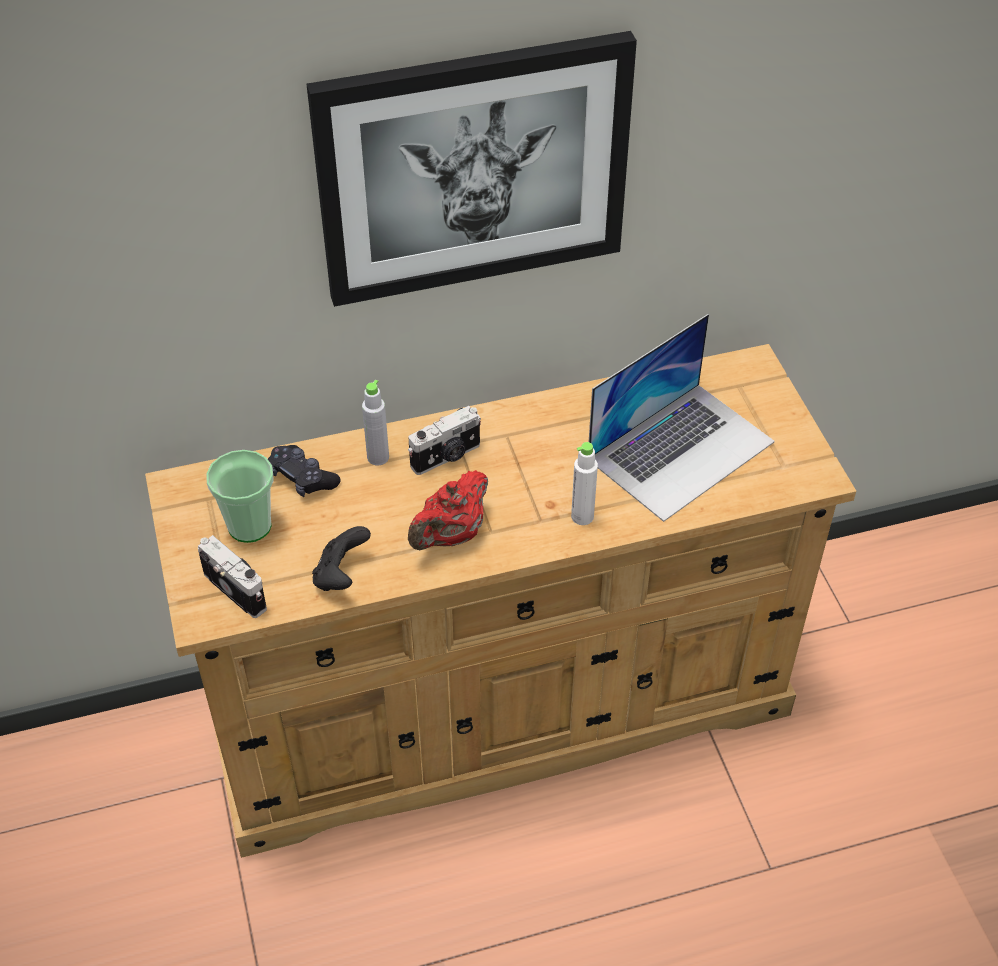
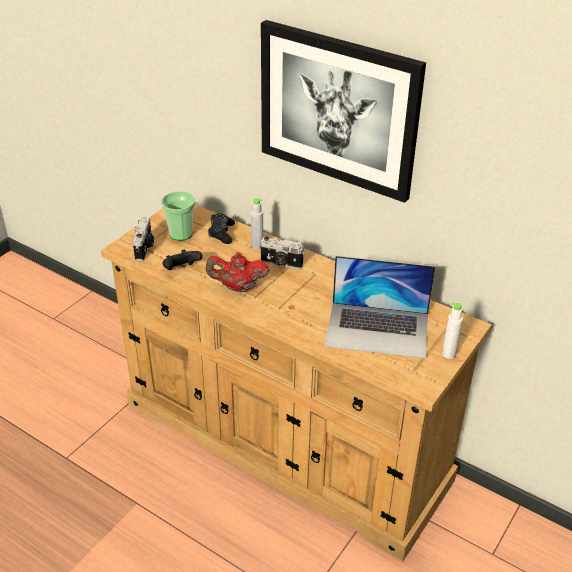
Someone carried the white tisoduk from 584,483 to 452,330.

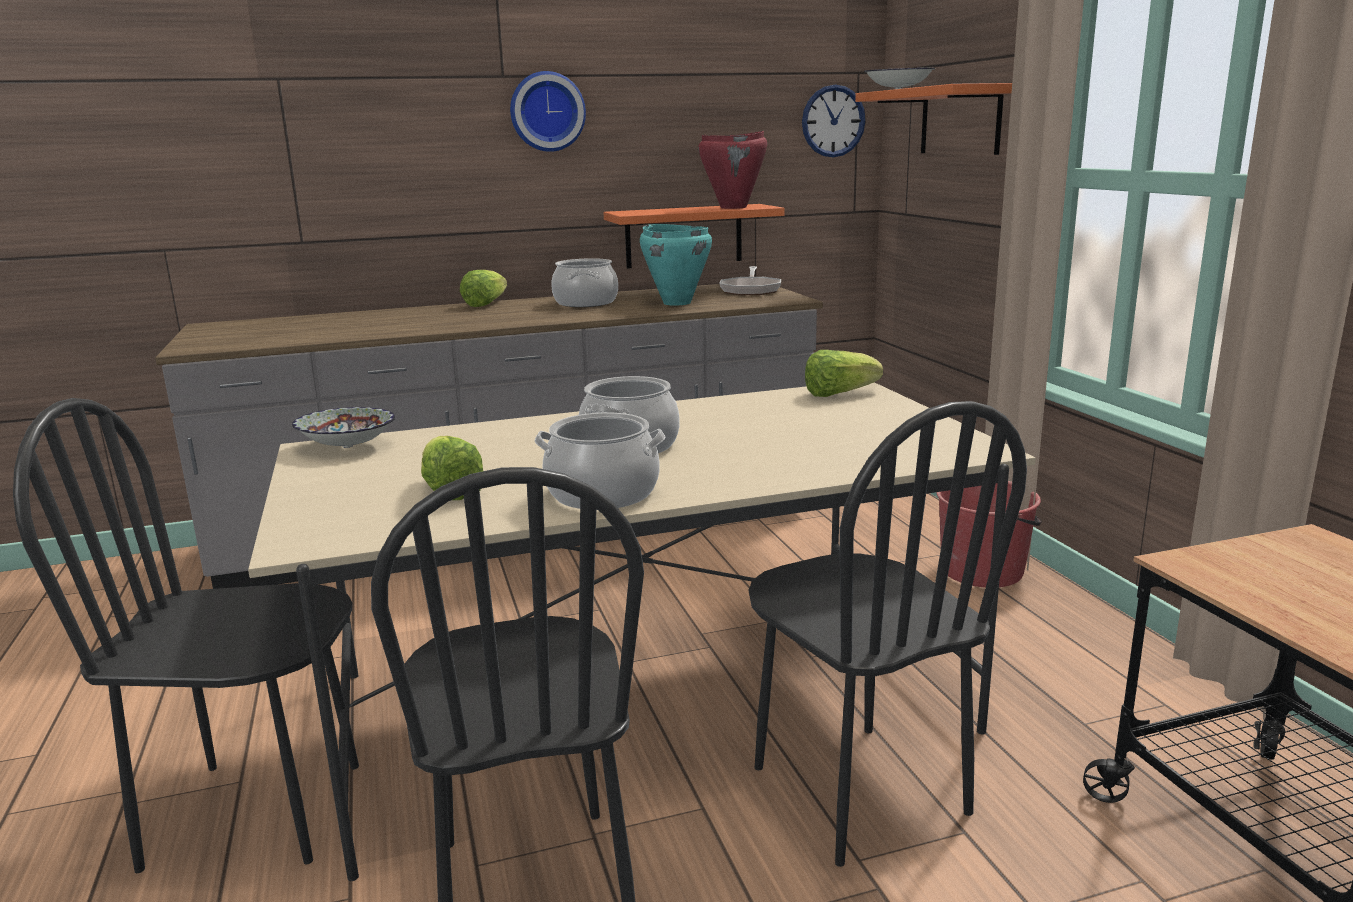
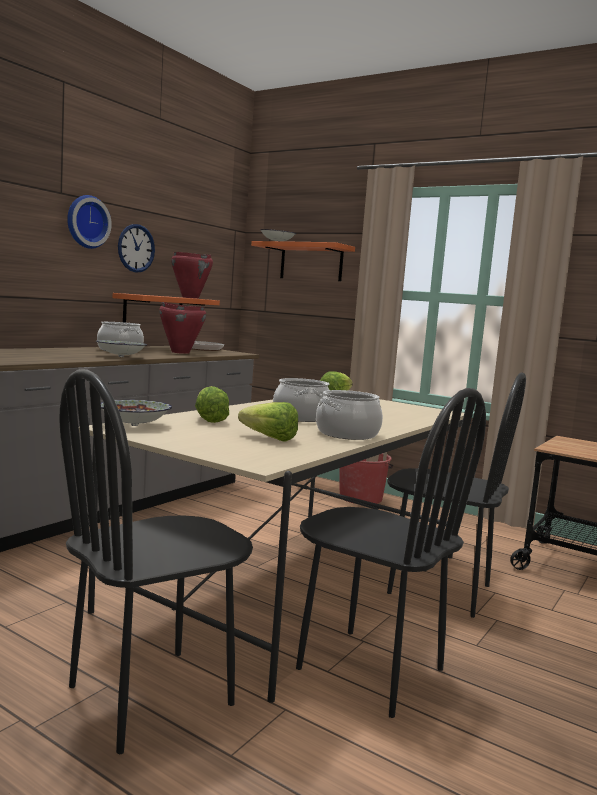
Someone put down the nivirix at 121,348.
Someone carried the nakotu from 483,288 to 212,404.
Someone carried the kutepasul from 834,121 to 136,248.
Someone repainted the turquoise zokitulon at 676,265, which became the red zokitulon at 182,328.

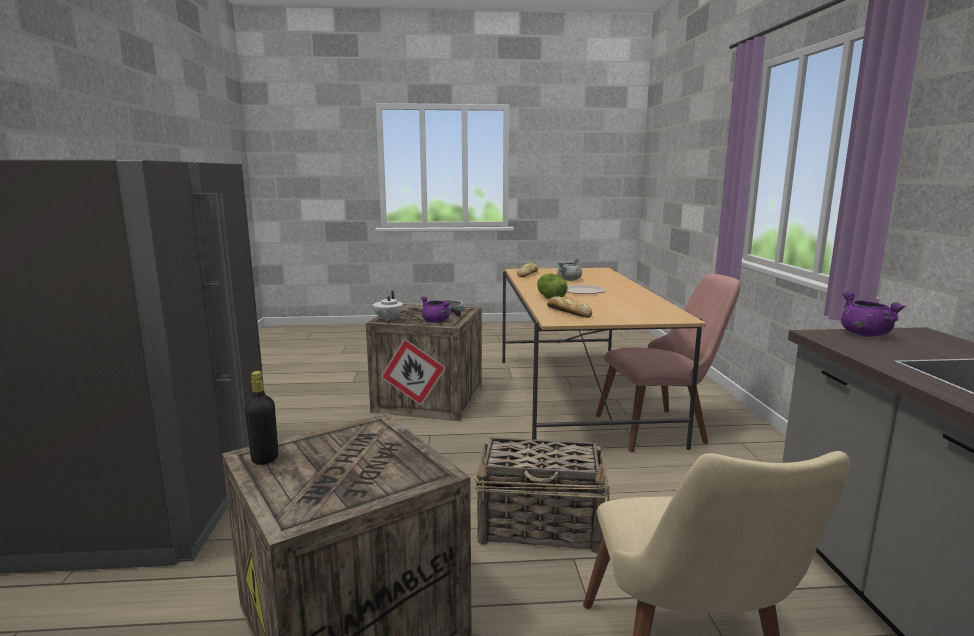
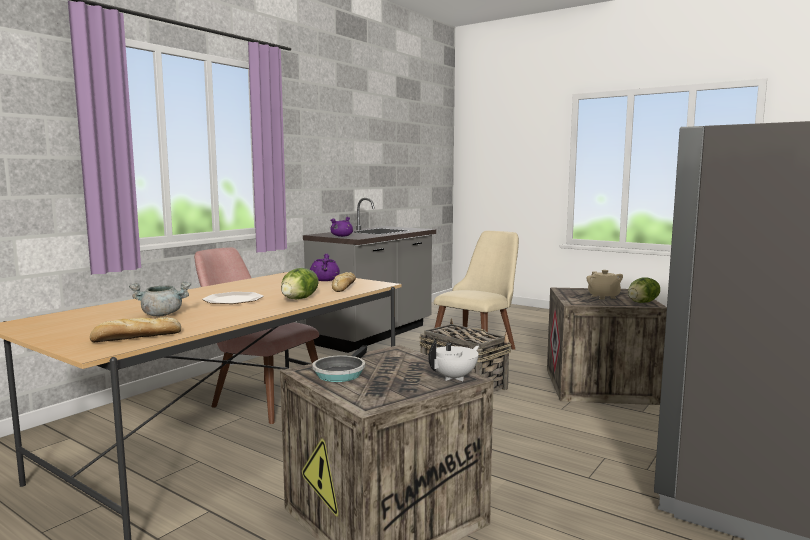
Someone put down the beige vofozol at 604,284.
Someone carried the purple zokitulon from 435,309 to 325,267.
Someone swapped the black tisoduk at 261,418 for the nakotu at 644,290.

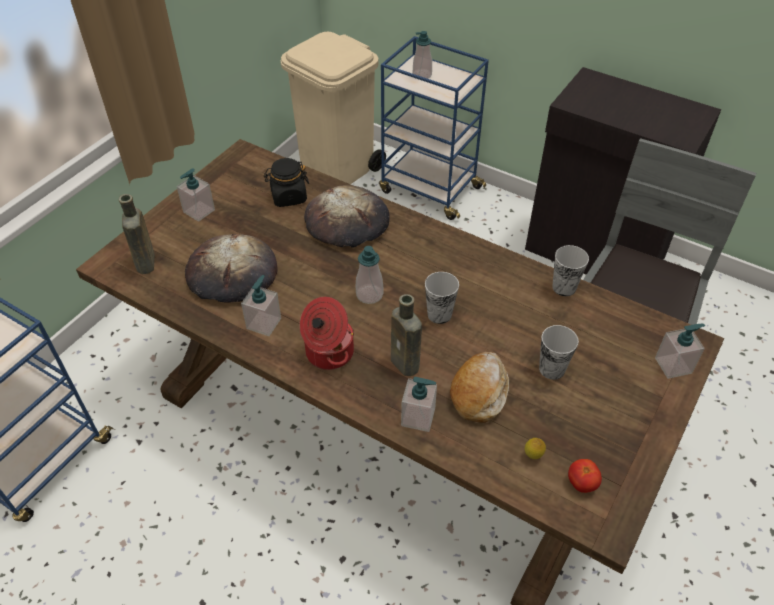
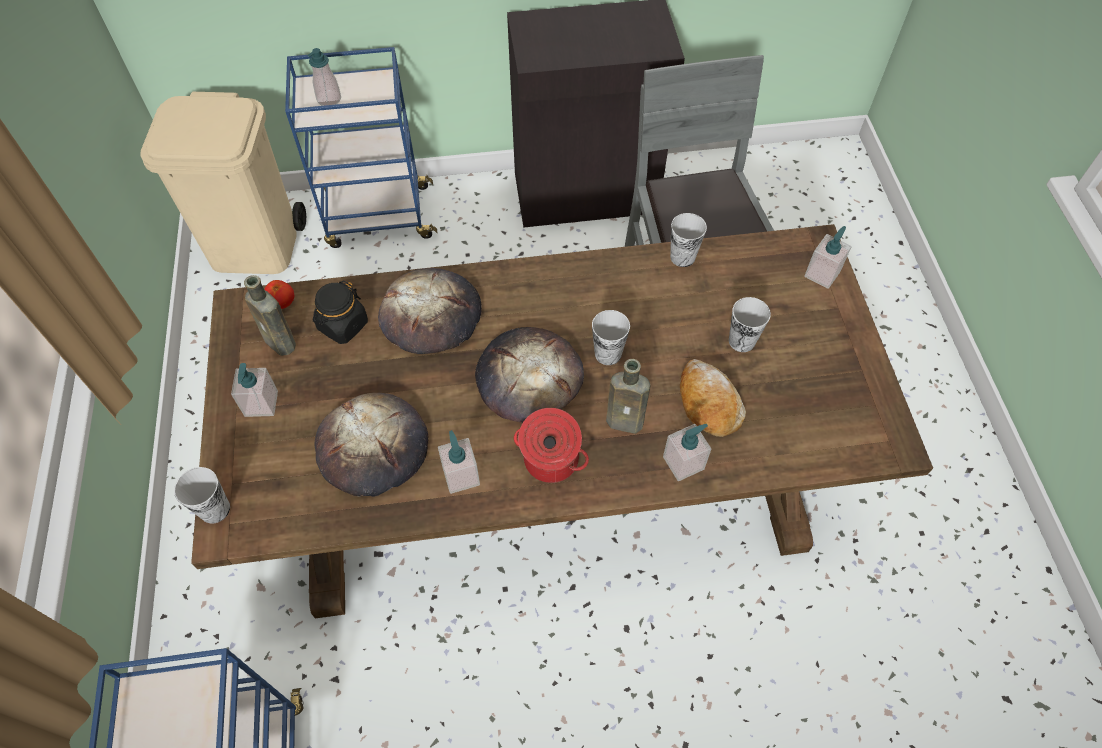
Someone took away the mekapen at 535,448.
Someone put down the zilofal at 202,495.
Someone carried the brown tisoduk from 137,234 to 270,315.
Someone carried the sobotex from 585,476 to 279,294.
Someone swapped the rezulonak at 369,275 for the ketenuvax at 529,375.

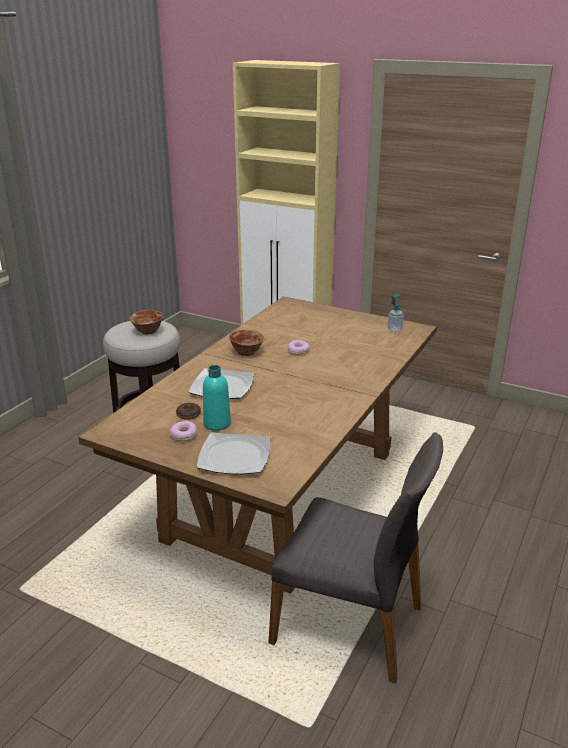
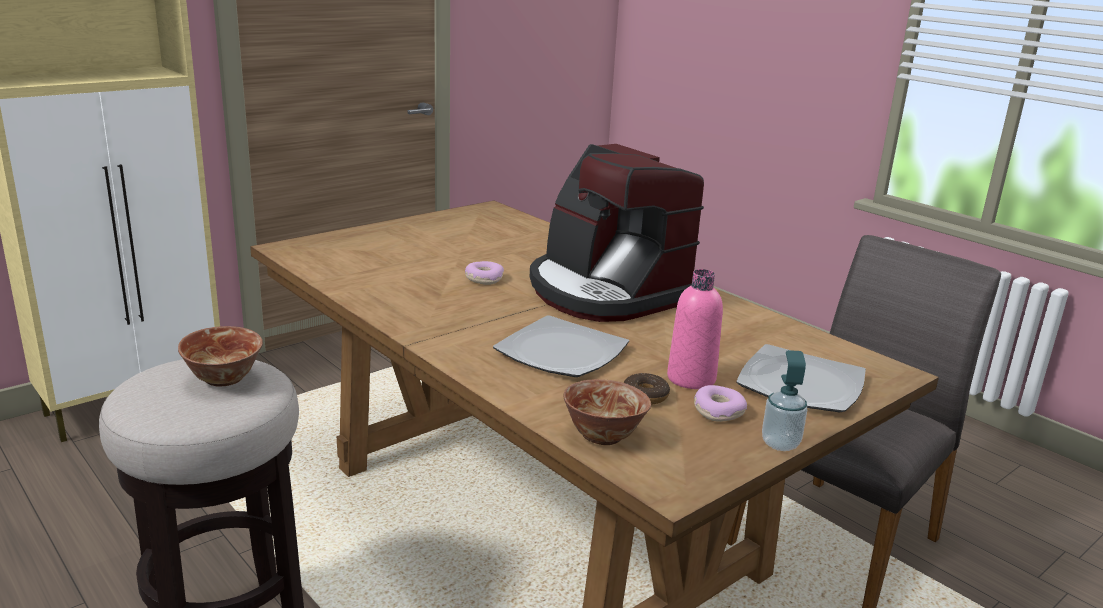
Someone put down the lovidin at 617,233.
Someone carried the nivirix from 246,343 to 607,412.
Someone carried the rezulonak from 396,312 to 784,400.
Someone repainted the turquoise tisoduk at 217,398, which became the pink tisoduk at 695,329.

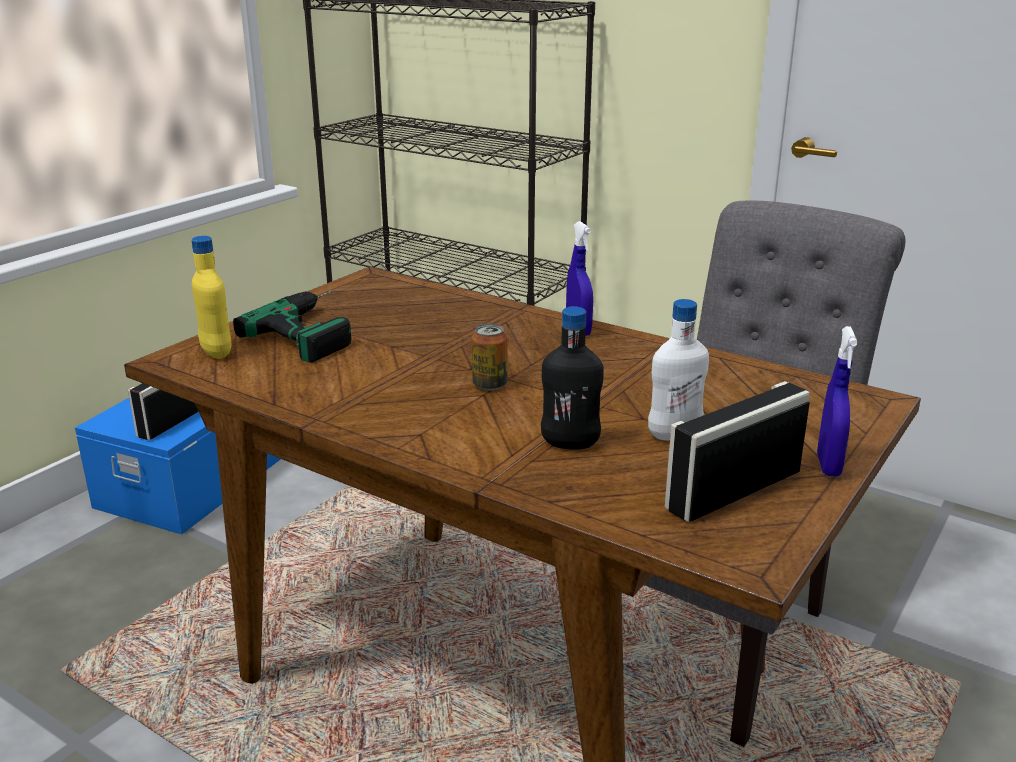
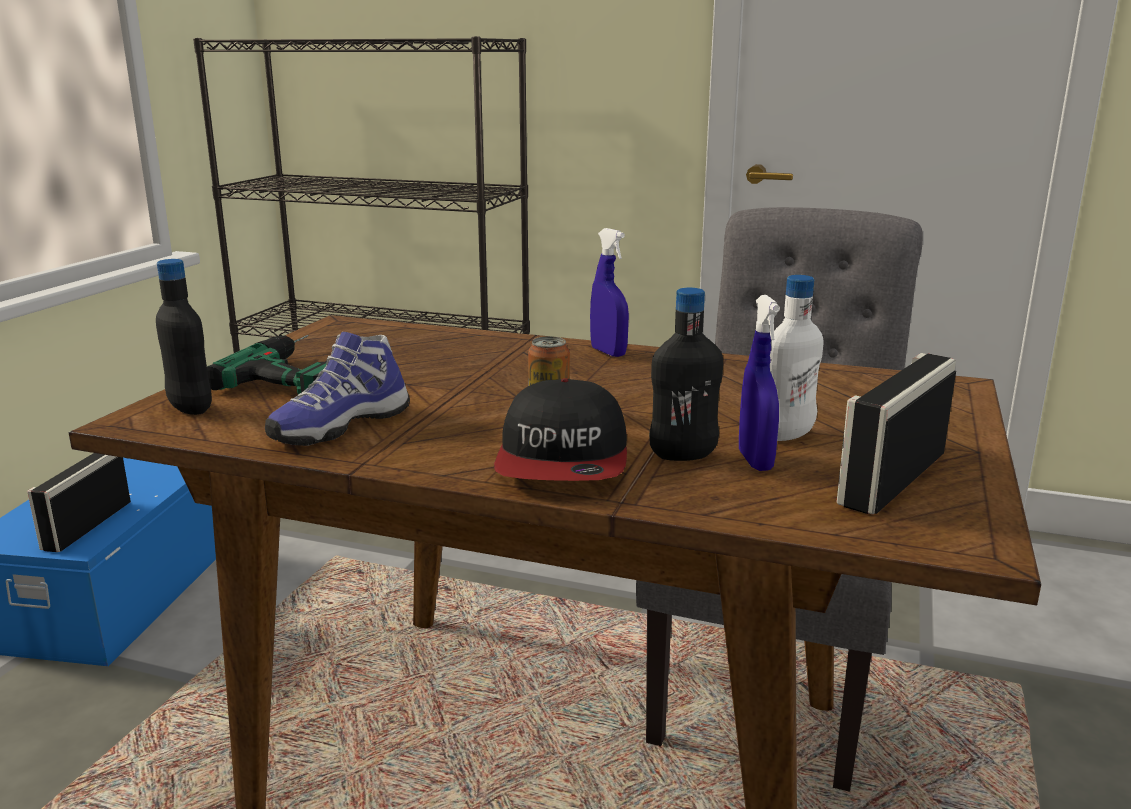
Someone put down the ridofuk at 337,389.
Someone put down the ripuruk at 560,429.
Someone carried the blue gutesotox from 837,401 to 759,383.
Someone repainted the yellow tisoduk at 211,297, which became the black tisoduk at 184,337.

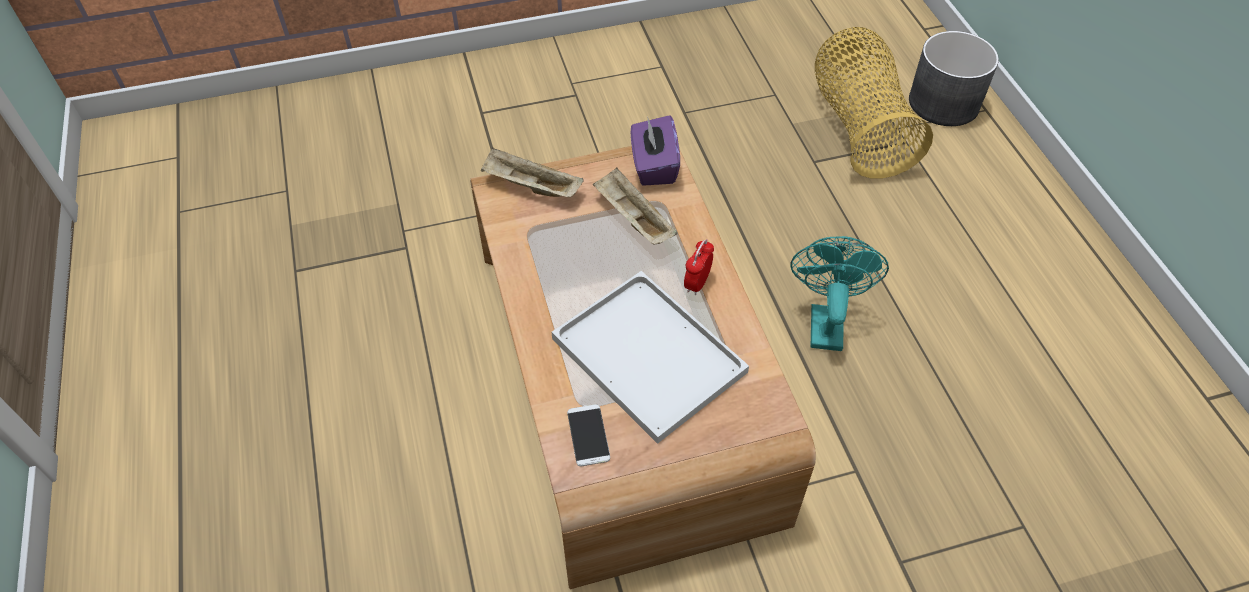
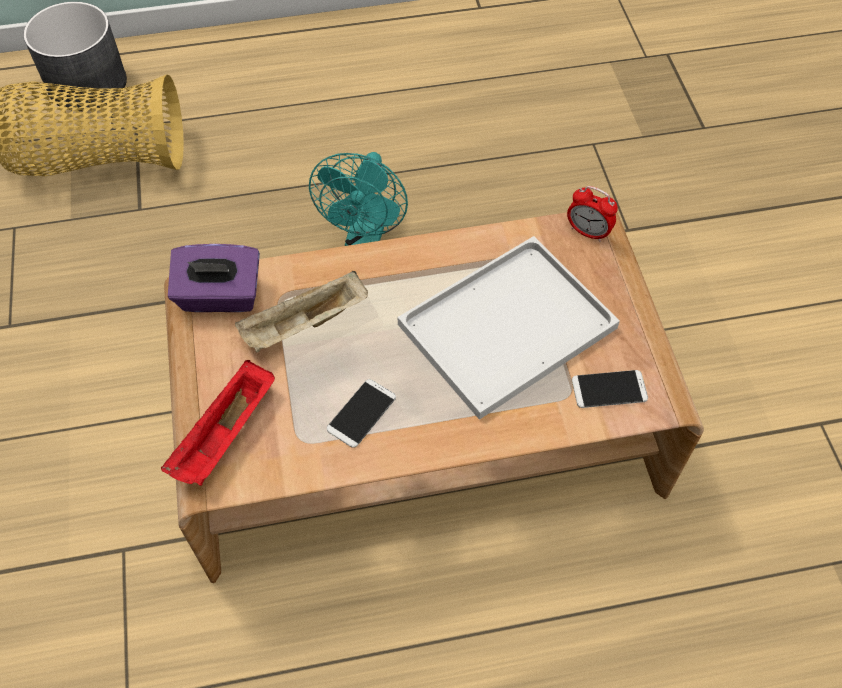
Someone put down the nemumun at 361,413.
Someone carried the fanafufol from 699,267 to 592,214.
Someone repainted the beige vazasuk at 532,172, which became the red vazasuk at 218,423.
Someone rotated the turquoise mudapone at 839,293 by 90 degrees counterclockwise.

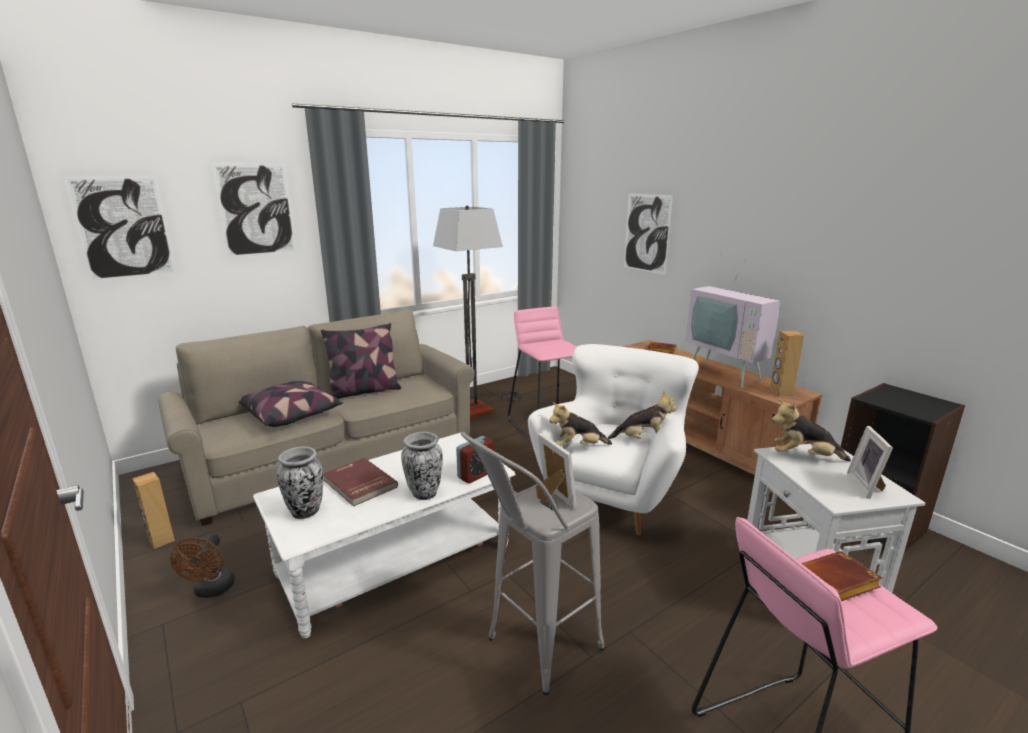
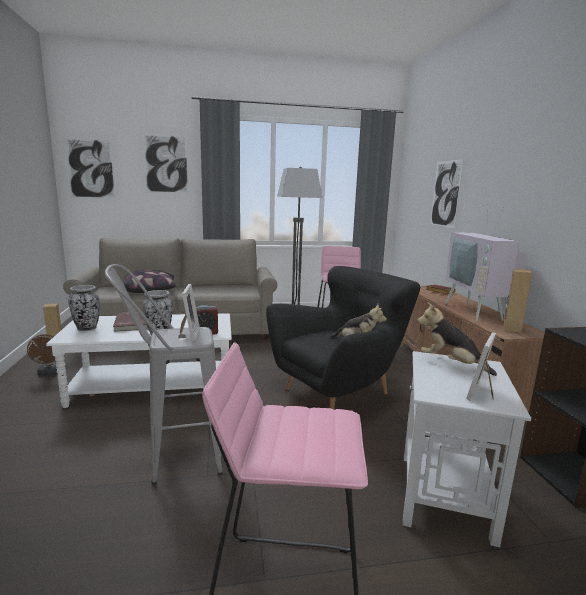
Someone took away the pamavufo at 361,361.
Someone took away the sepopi at 580,424.
Someone took away the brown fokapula at 842,576.
Someone repainted the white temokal at 613,440, which became the black temokal at 343,337.
Someone rotated the brown mudapone at 202,565 by 45 degrees counterclockwise.

